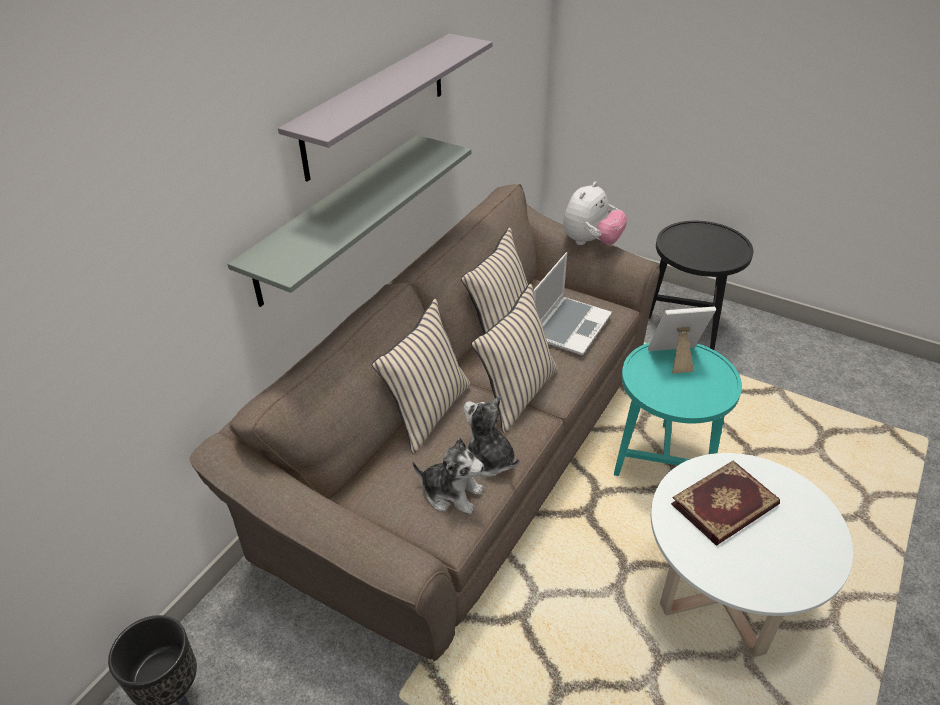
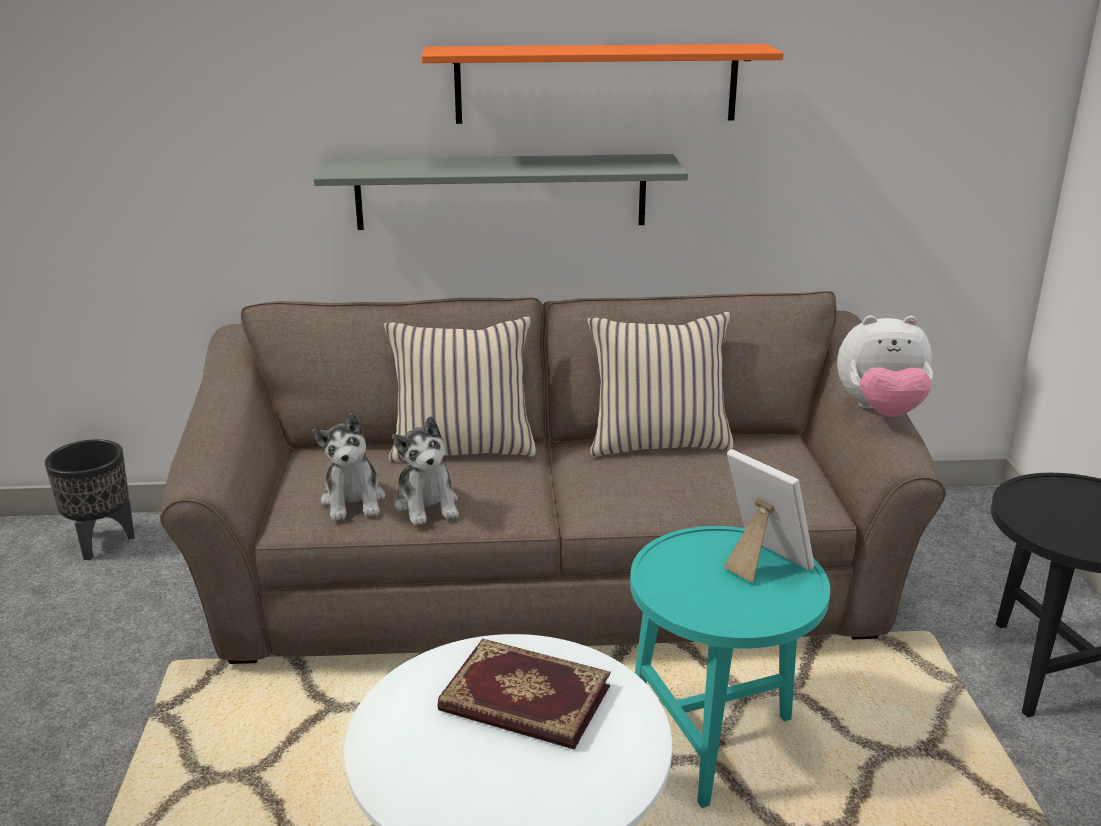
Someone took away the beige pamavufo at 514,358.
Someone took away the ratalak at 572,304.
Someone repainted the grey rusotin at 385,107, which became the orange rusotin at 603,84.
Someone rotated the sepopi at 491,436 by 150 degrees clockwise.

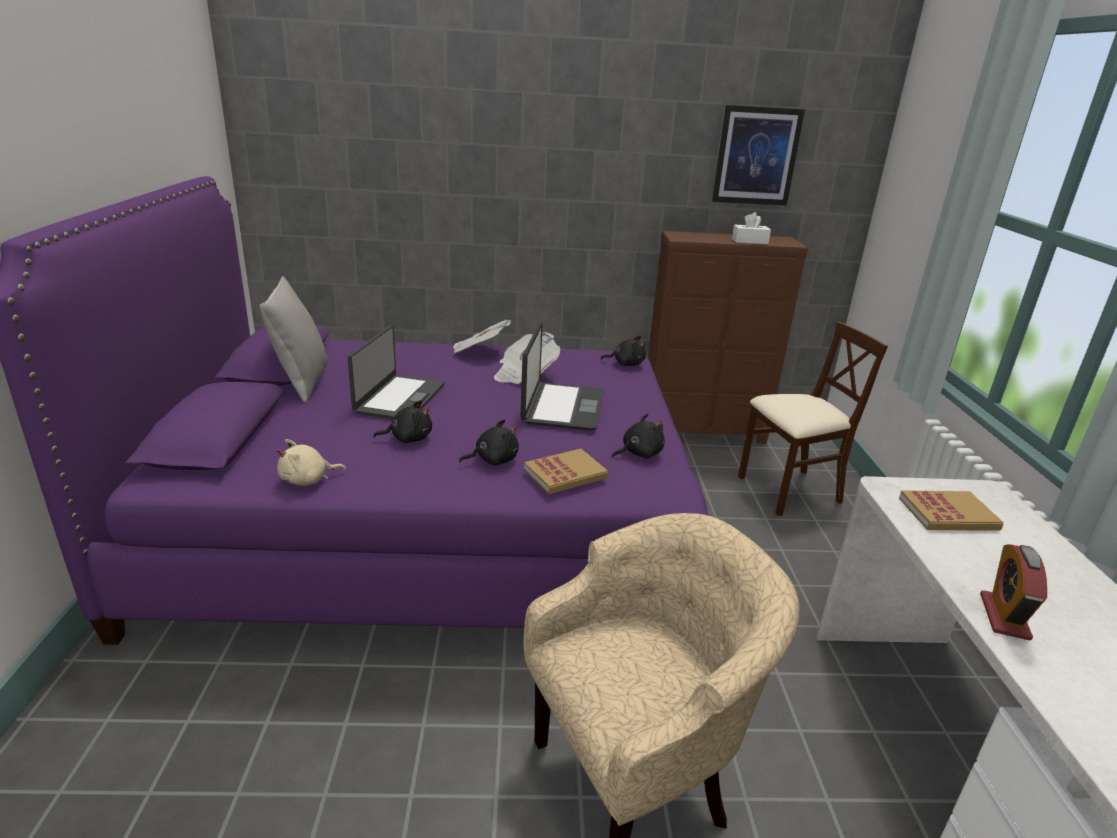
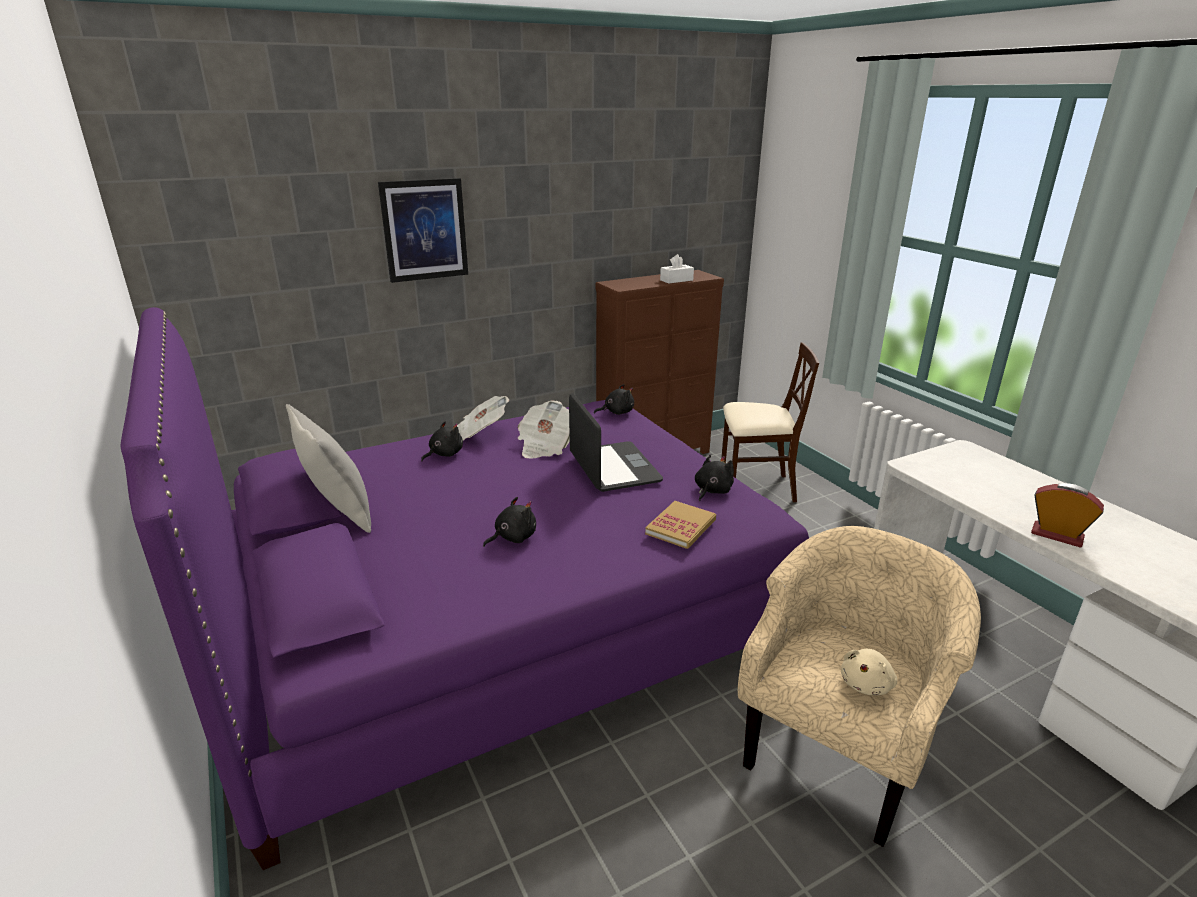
Someone took away the ratalak at 396,372.
Someone took away the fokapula at 951,510.
Someone carried the beige sepopi from 311,462 to 869,672.
Someone carried the black sepopi from 489,442 to 442,441.
Someone carried the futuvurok from 758,155 to 423,230.
Someone rotated the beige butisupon at 813,419 by 45 degrees clockwise.
Someone rotated the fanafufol at 1013,592 by 135 degrees clockwise.

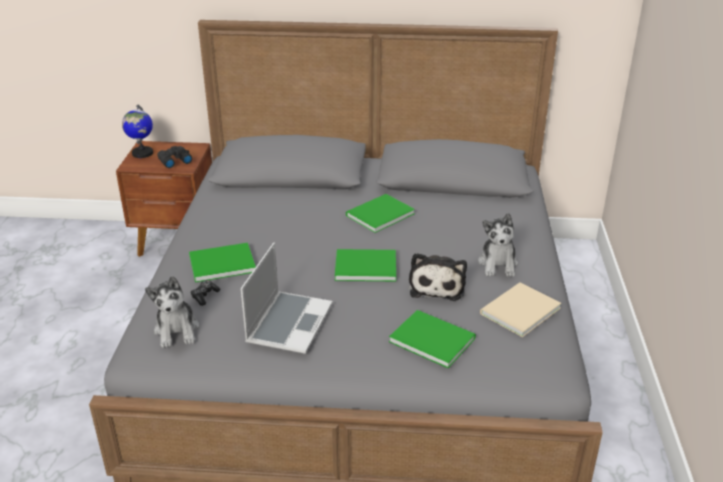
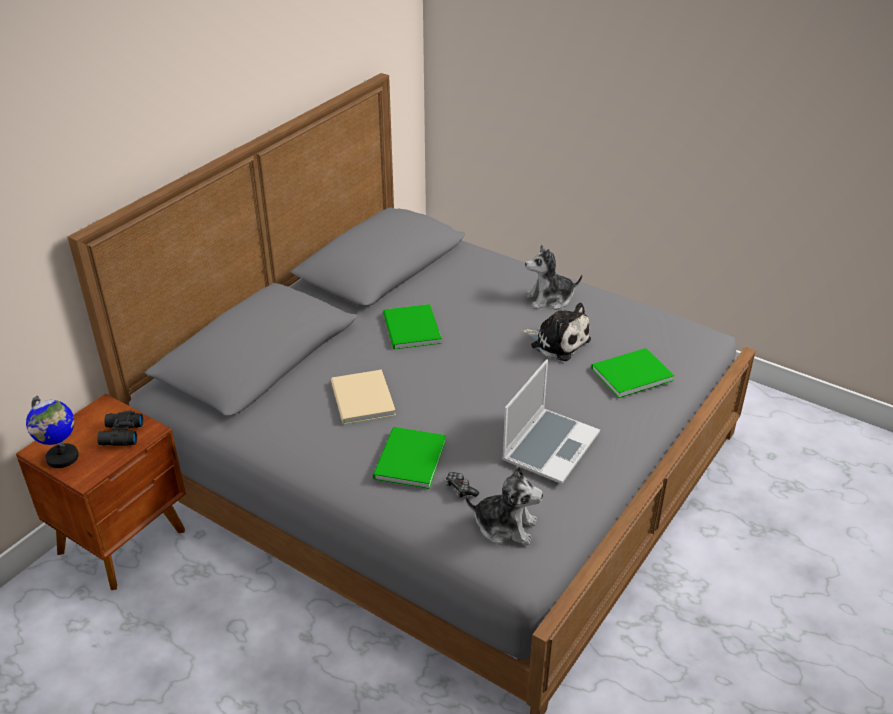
Someone took away the green fokapula at 365,265.
Someone carried the beige fokapula from 520,309 to 363,397.
Someone rotated the ratalak at 287,298 by 75 degrees clockwise.
Someone rotated the sepopi at 498,245 by 135 degrees clockwise.

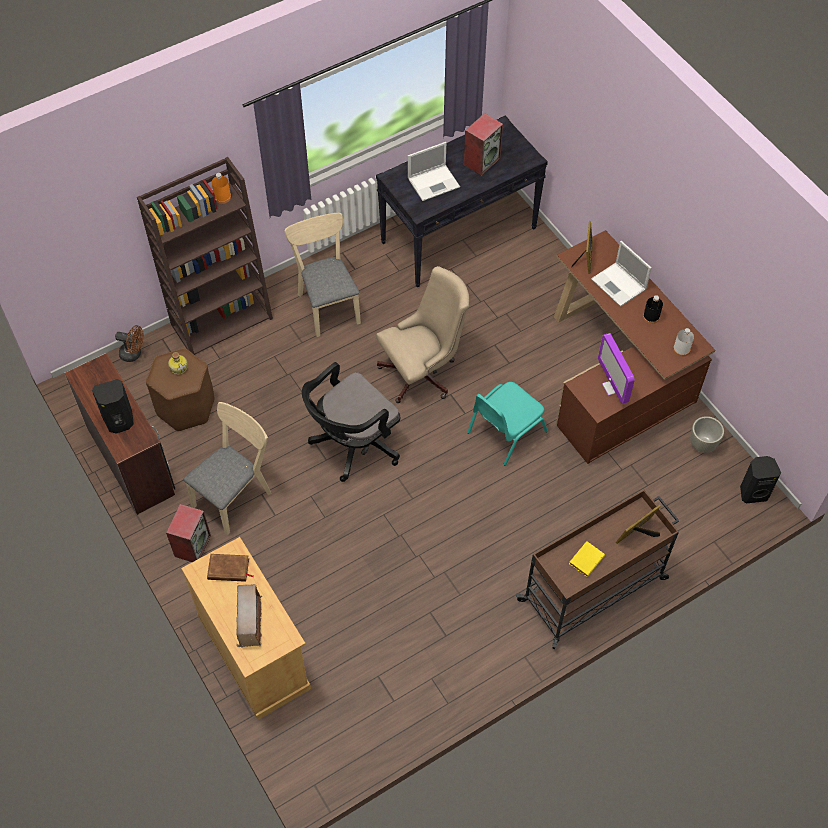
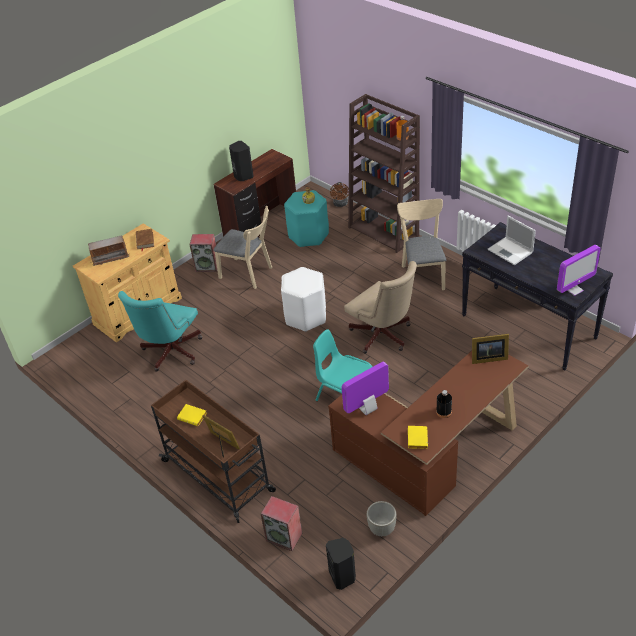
Someone took away the ratalak at 621,274.
Someone put down the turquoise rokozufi at 160,331.
Someone put down the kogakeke at 579,270.
Someone carried the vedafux from 483,144 to 281,523.
Someone swapped the black rokozufi at 351,422 for the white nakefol at 303,299.
Someone swapped the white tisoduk at 683,342 for the yellow fokapula at 418,437.
Someone repainted the brown nakefol at 180,390, which became the turquoise nakefol at 306,218.
Someone rotated the beige butisupon at 323,275 by 60 degrees counterclockwise.

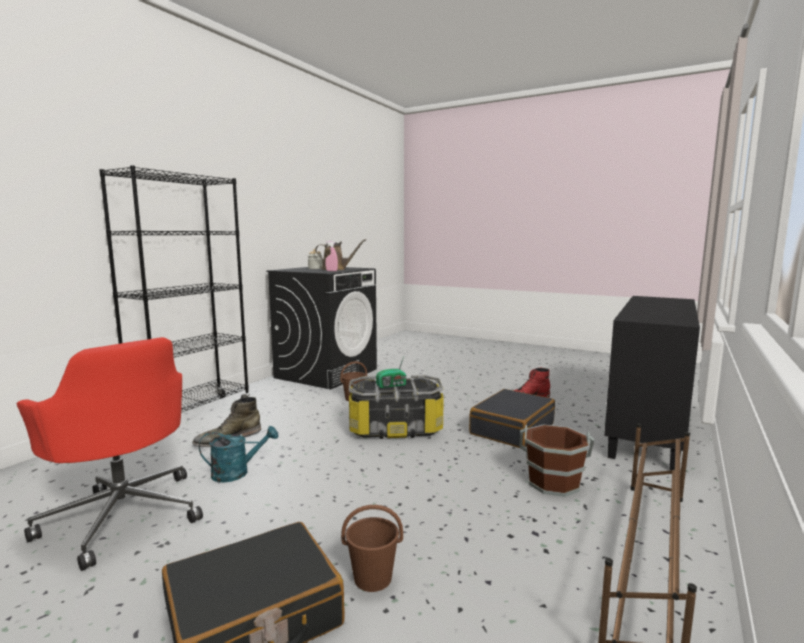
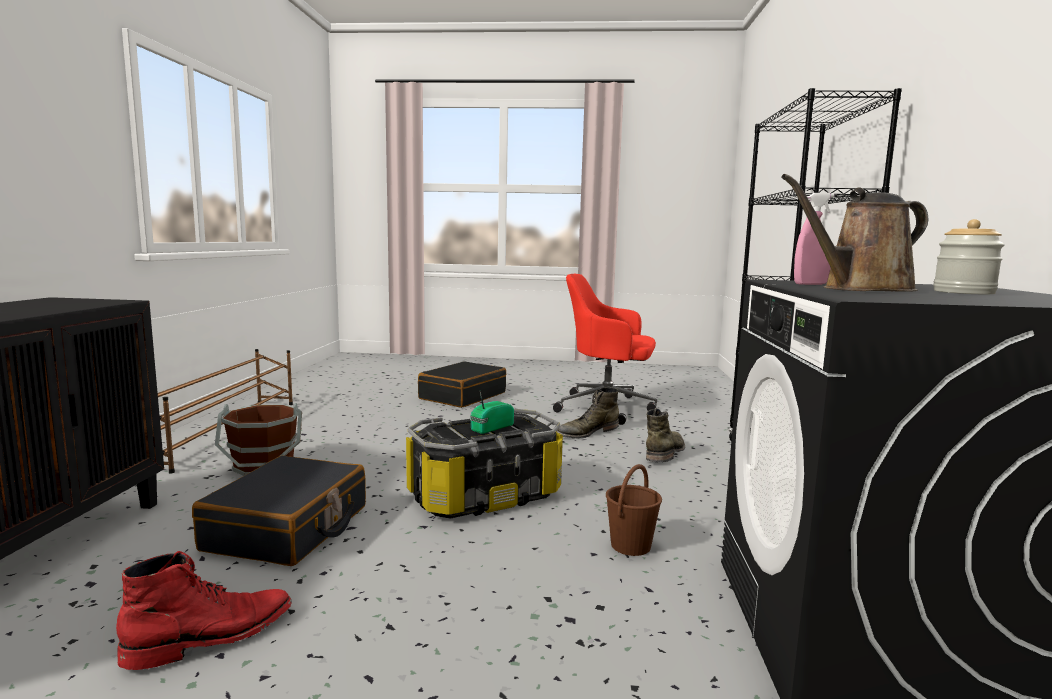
Someone took away the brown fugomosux at 372,548.
Someone swapped the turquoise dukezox at 238,454 for the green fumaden at 587,413.

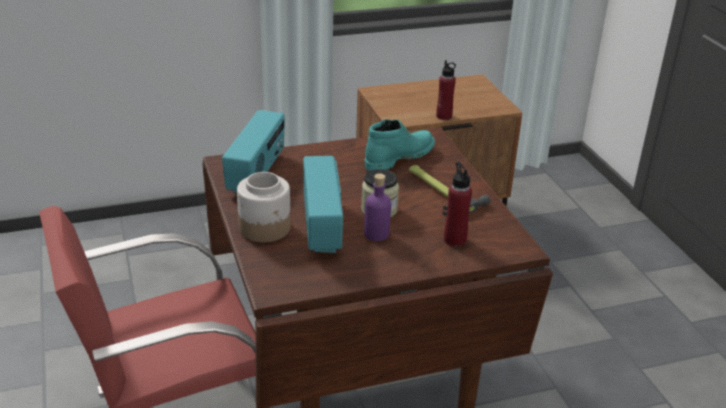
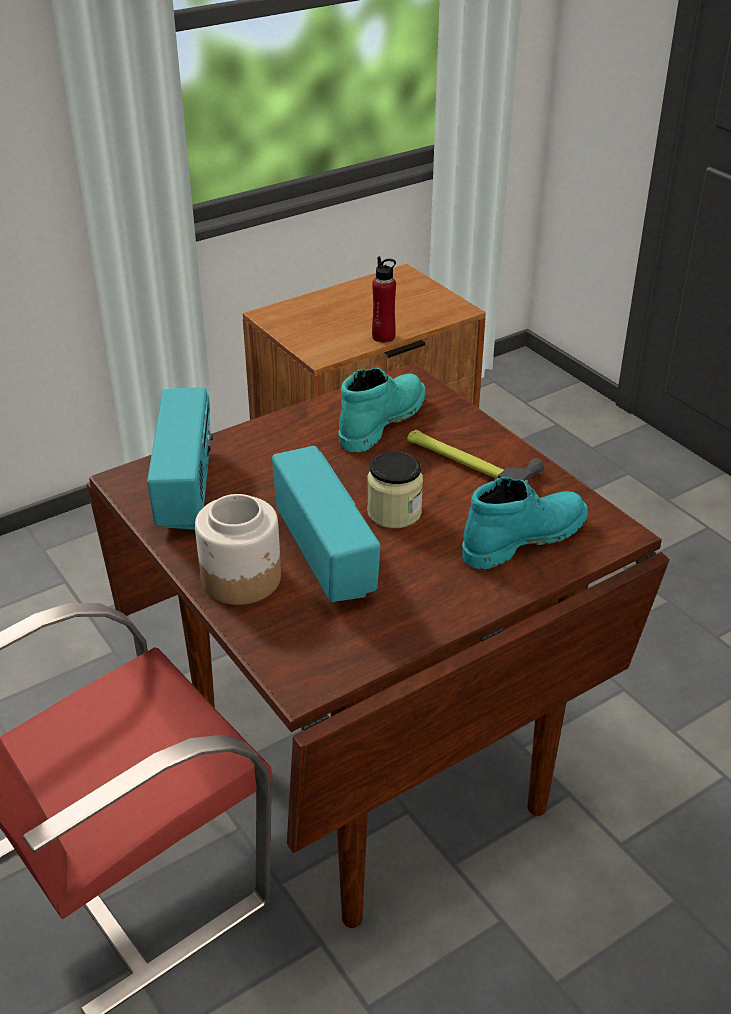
Someone took away the purple tisoduk at 377,207.
Someone swapped the red tisoduk at 458,204 for the turquoise fumaden at 525,523.

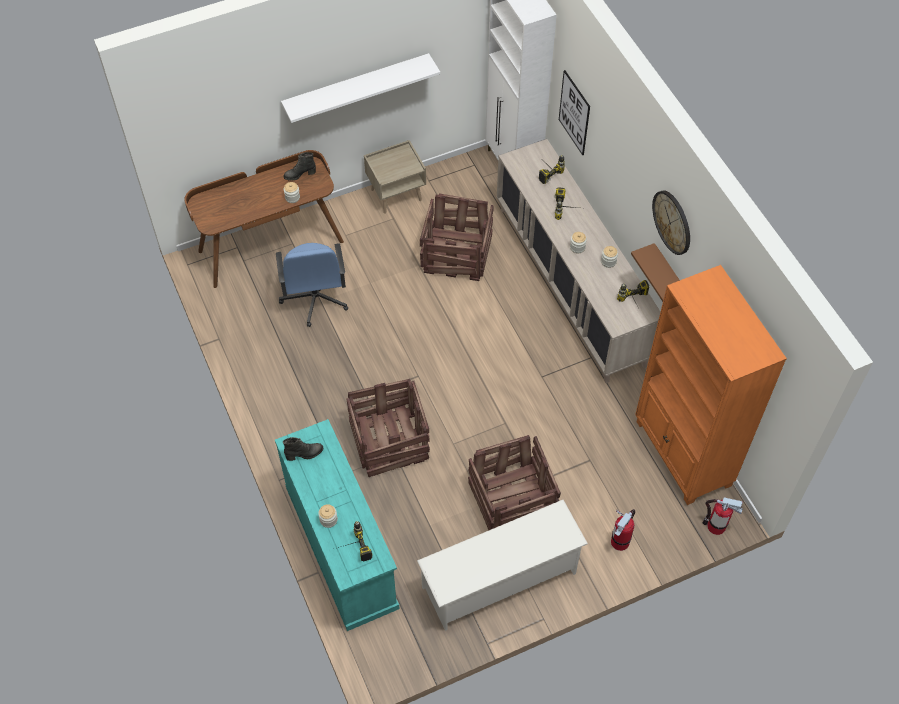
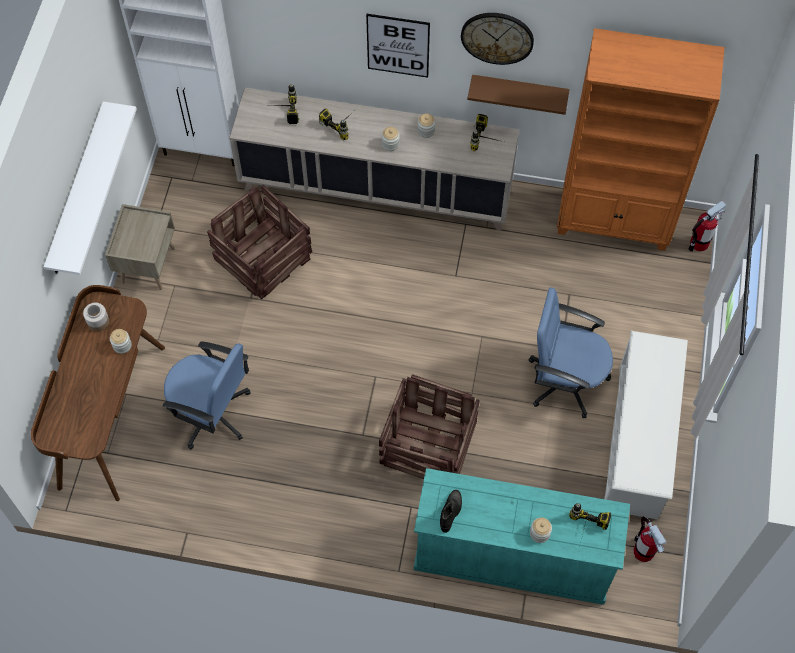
Someone carried the futuvurok from 574,112 to 398,46.
Someone carried the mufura from 623,530 to 649,539.
Someone swapped the black fumaden at 299,166 for the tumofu at 96,317.
Someone swapped the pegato at 514,482 for the blue rokozufi at 571,352.

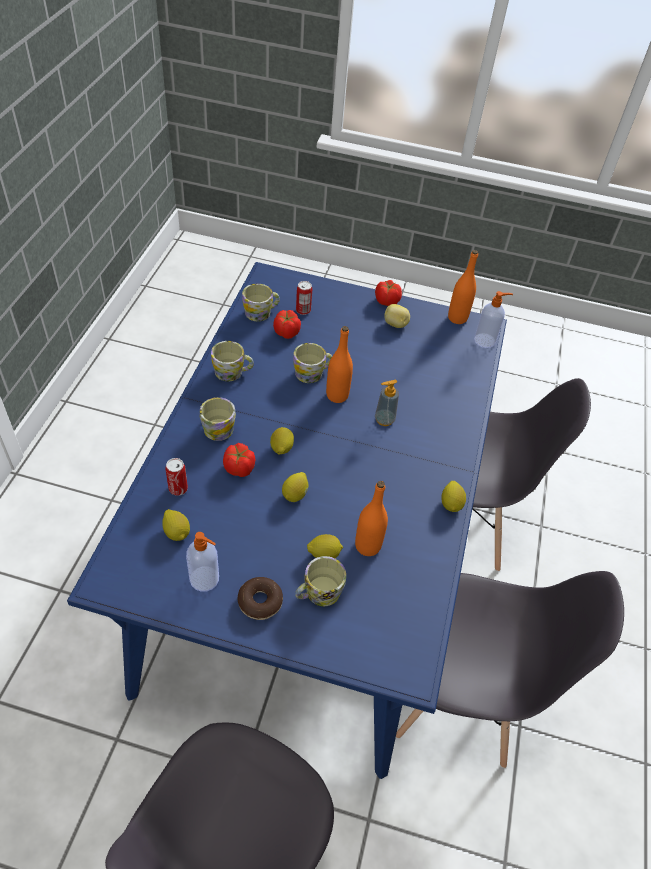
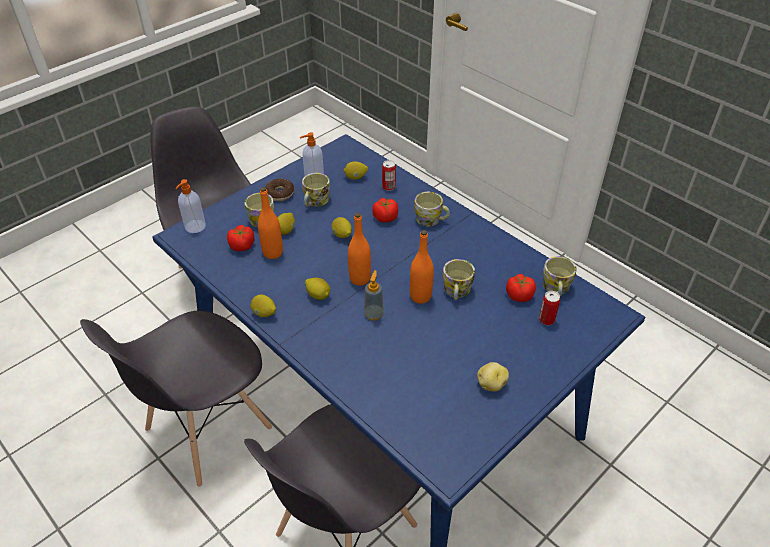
Someone carried the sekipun from 232,361 to 316,190.
Someone carried the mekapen from 282,441 to 317,289.
Someone carried the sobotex from 388,293 to 240,238.
Someone carried the orange tisoduk from 463,287 to 359,249.
Someone carried the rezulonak from 493,319 to 190,206.

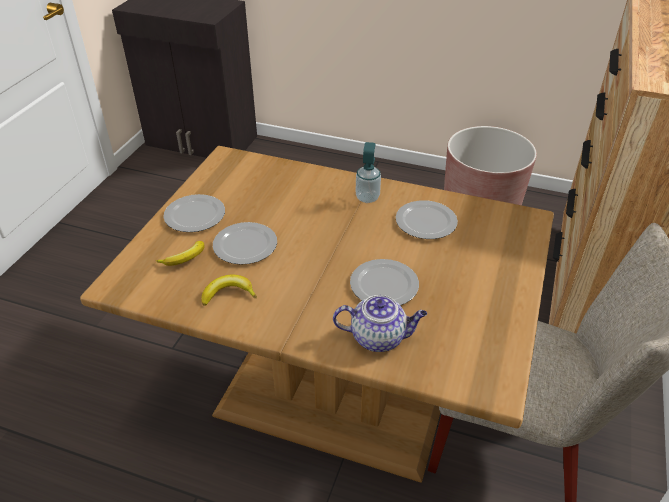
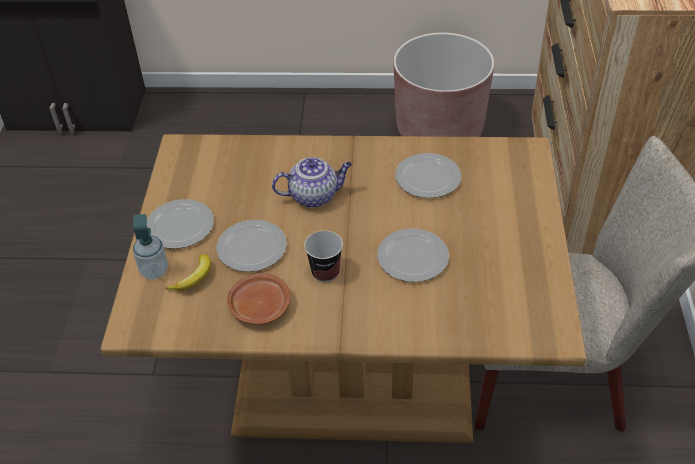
Someone put down the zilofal at 323,256.
Someone carried the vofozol from 380,323 to 312,182.
Someone carried the rezulonak from 368,172 to 150,247.
Someone swapped the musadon at 229,290 for the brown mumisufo at 259,299.

